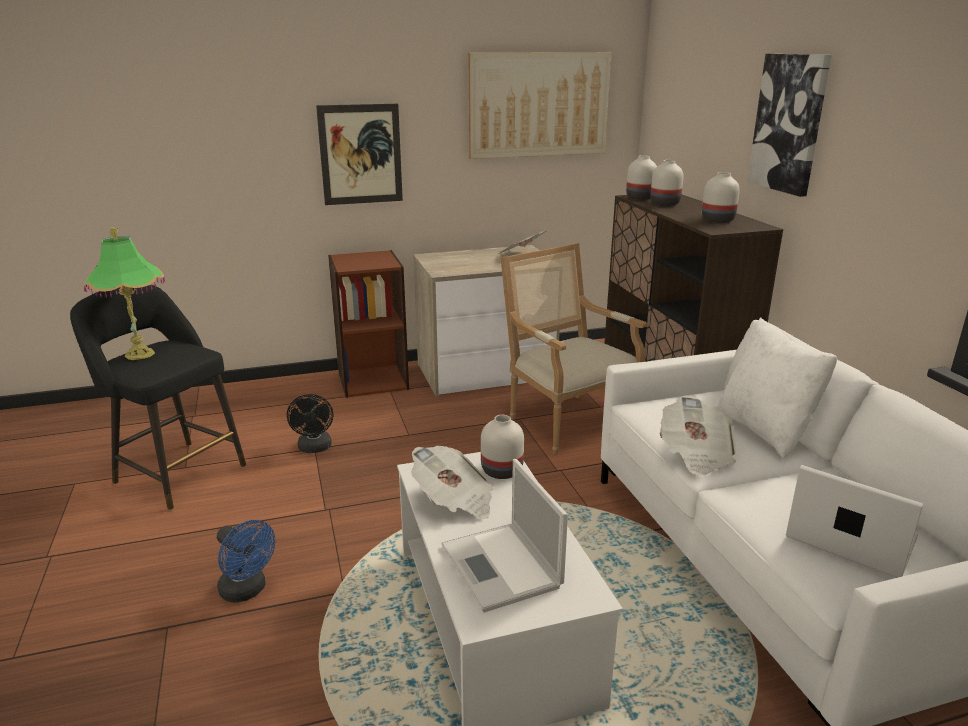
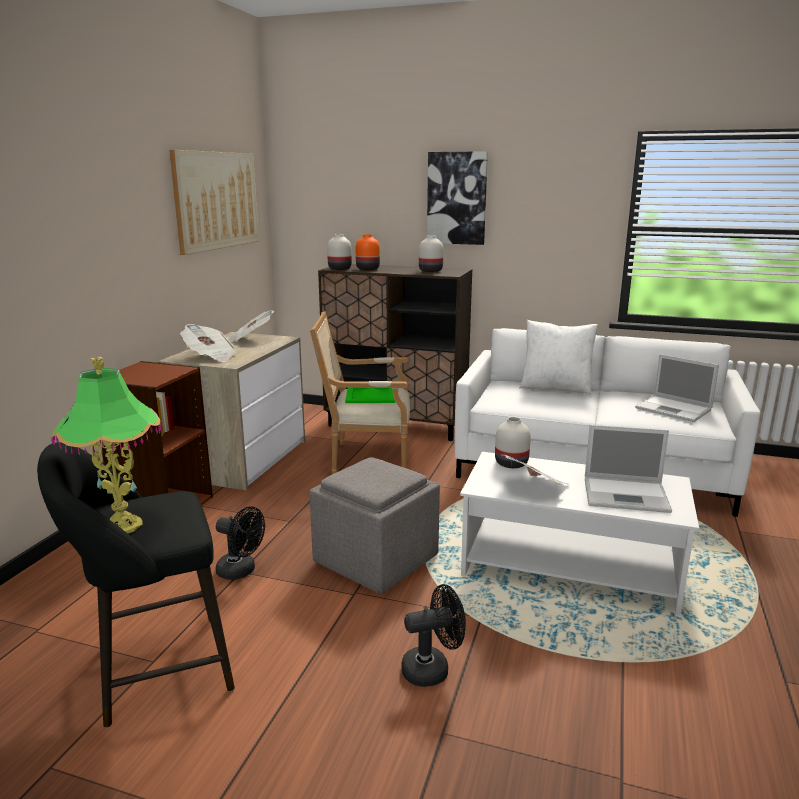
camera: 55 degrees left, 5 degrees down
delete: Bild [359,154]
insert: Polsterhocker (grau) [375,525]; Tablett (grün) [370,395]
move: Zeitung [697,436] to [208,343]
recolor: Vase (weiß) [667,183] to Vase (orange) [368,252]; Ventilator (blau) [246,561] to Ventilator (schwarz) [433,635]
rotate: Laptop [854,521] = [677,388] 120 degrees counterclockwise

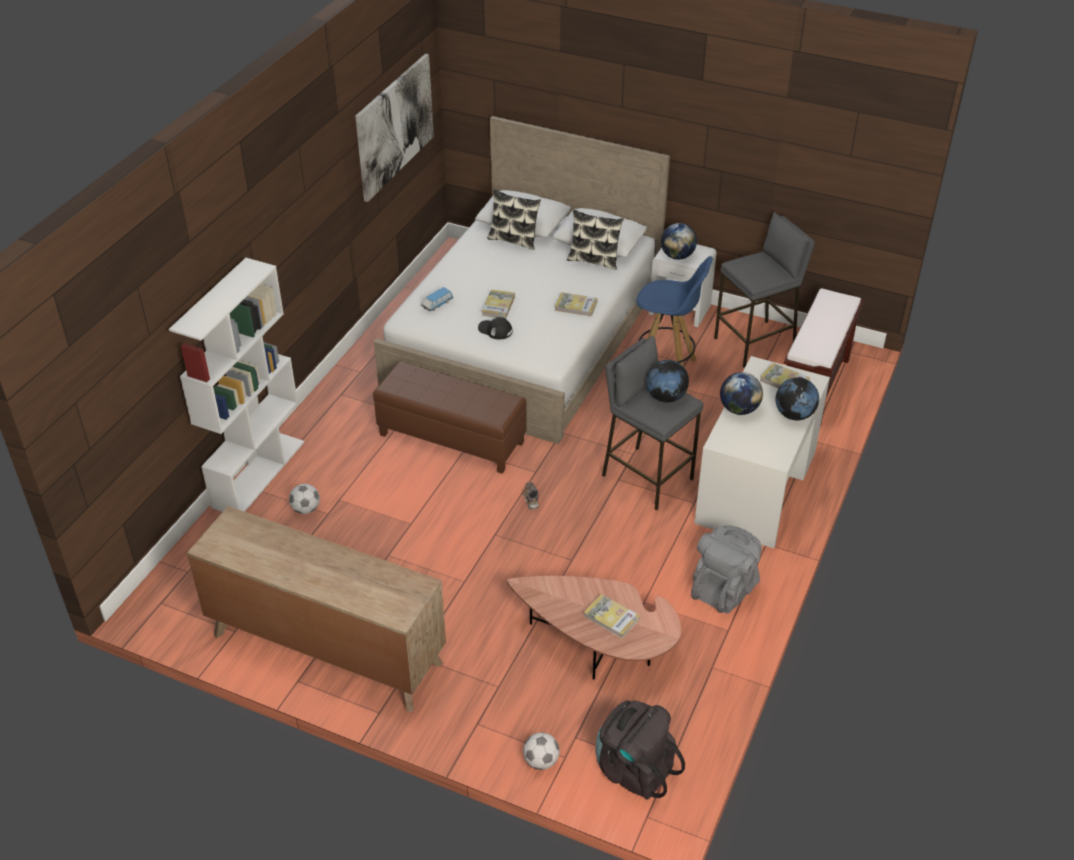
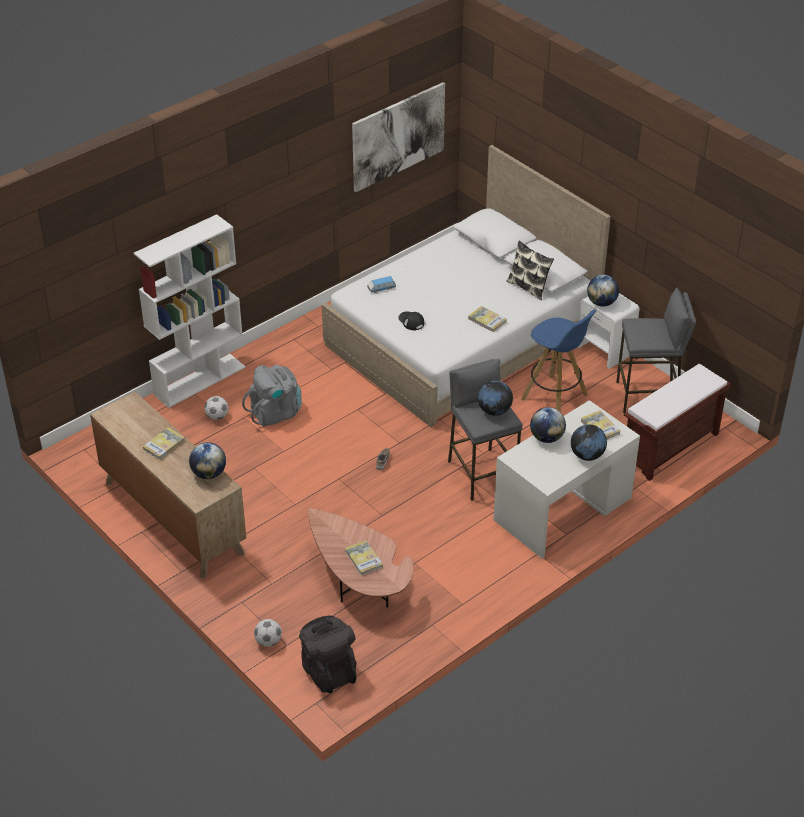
camera: 25 degrees right, 0 degrees up
delete: Polsterhocker (braun) [450,417]; Kissen [514,219]
insert: Globus [207,460]
move: Buch [498,304] to [163,443]; Rucksack (grau) [726,569] to [272,396]

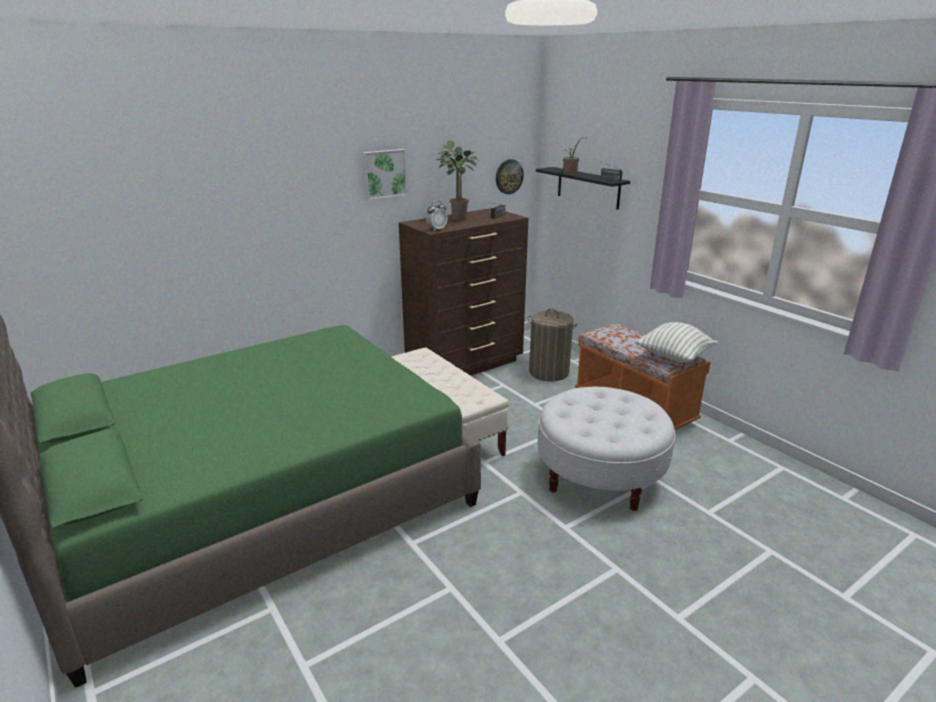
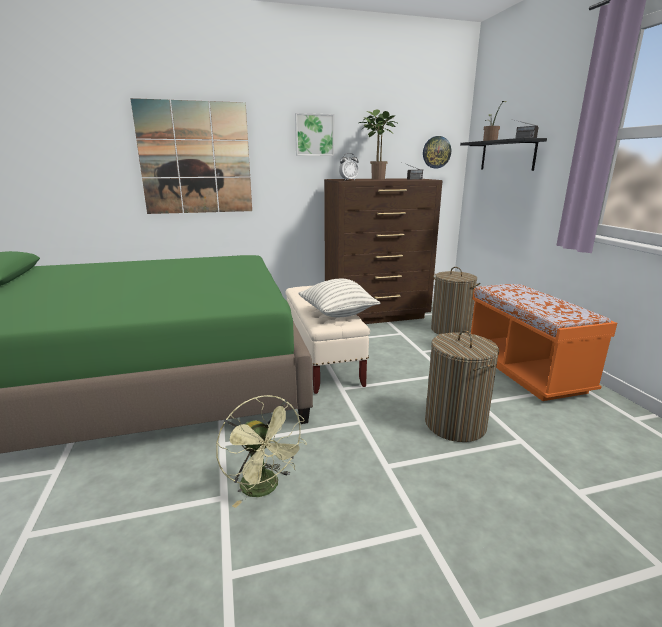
camera: 20 degrees right, 5 degrees down
insert: Bild [191,156]; Ventilator (grün) [261,451]
move: Kissen [676,342] to [339,298]
replace: Polsterhocker (weiß) [606,449] to Wäschekorb [462,386]

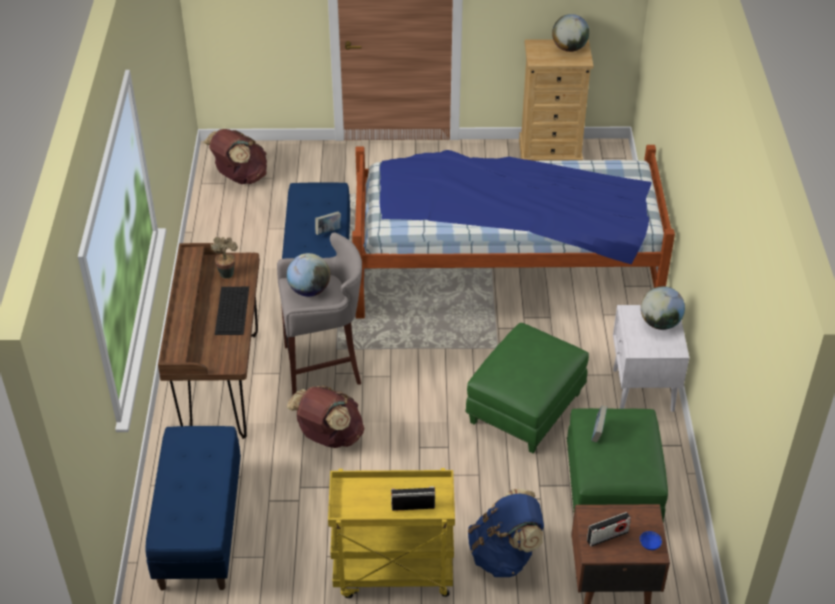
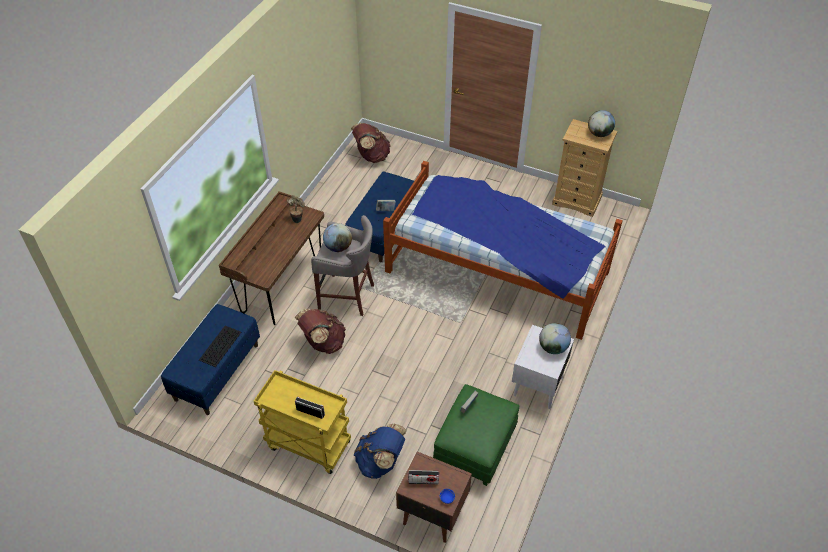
camera: 25 degrees right, 5 degrees up
delete: Polsterhocker (grün) [527,388]
move: Tastatur [232,311] to [220,346]

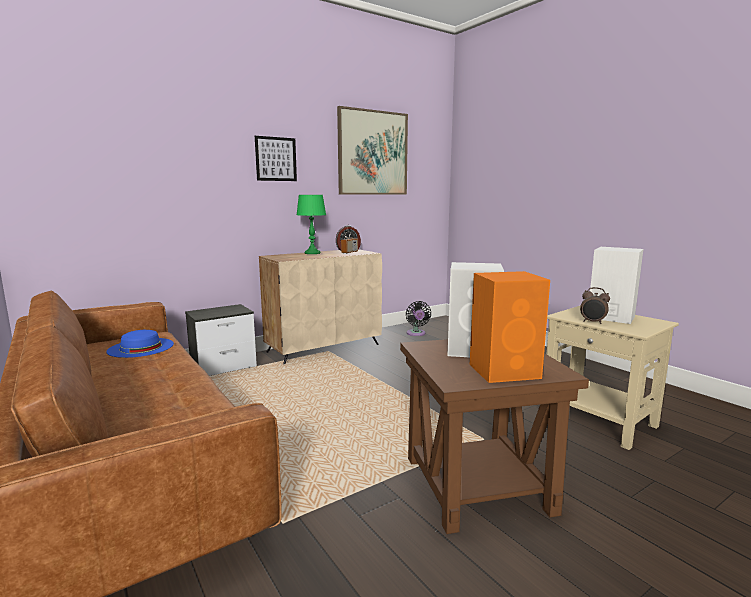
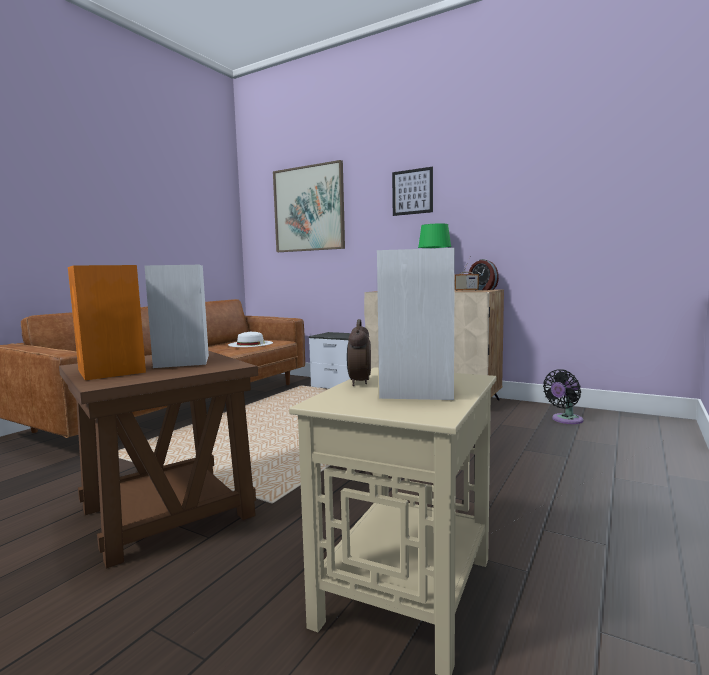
camera: 65 degrees right, 5 degrees down
move: Bild [372,150] to [309,206]
recolor: Hut (blau) [140,344] to Hut (weiß) [250,339]

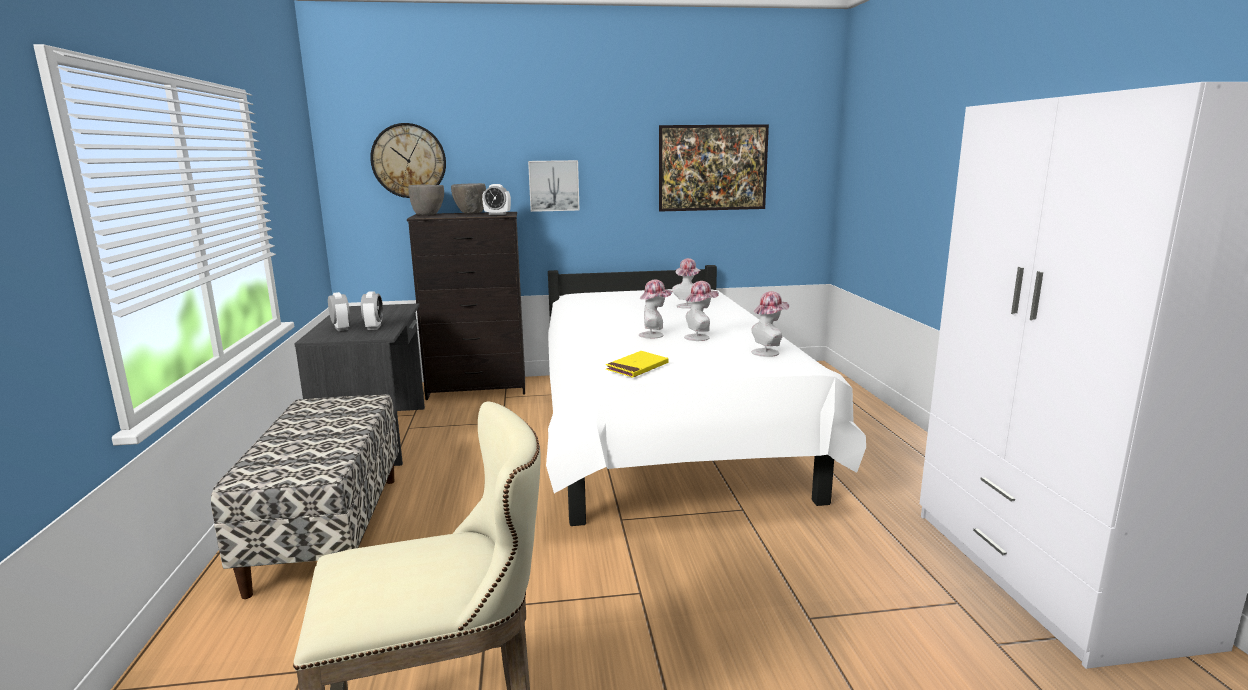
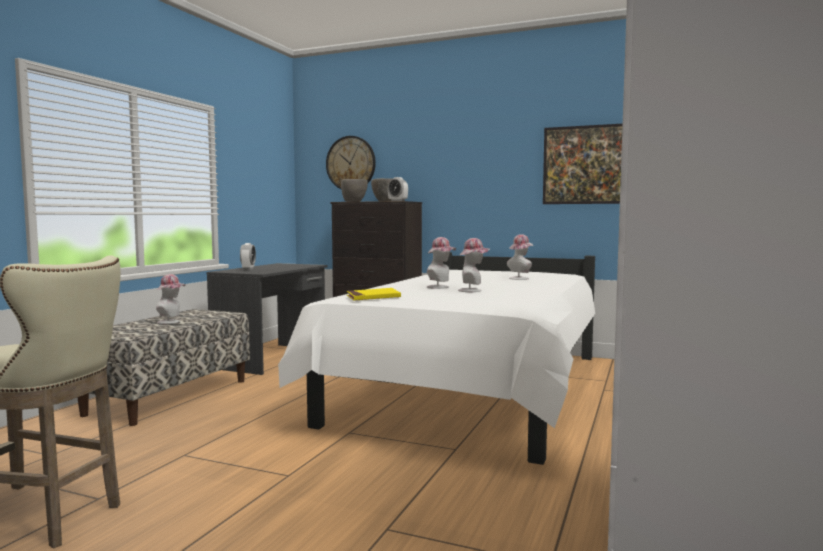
camera: 30 degrees right, 10 degrees down
delete: Wecker [372,310]; Bild [554,186]
move: Hut [770,324] to [171,299]

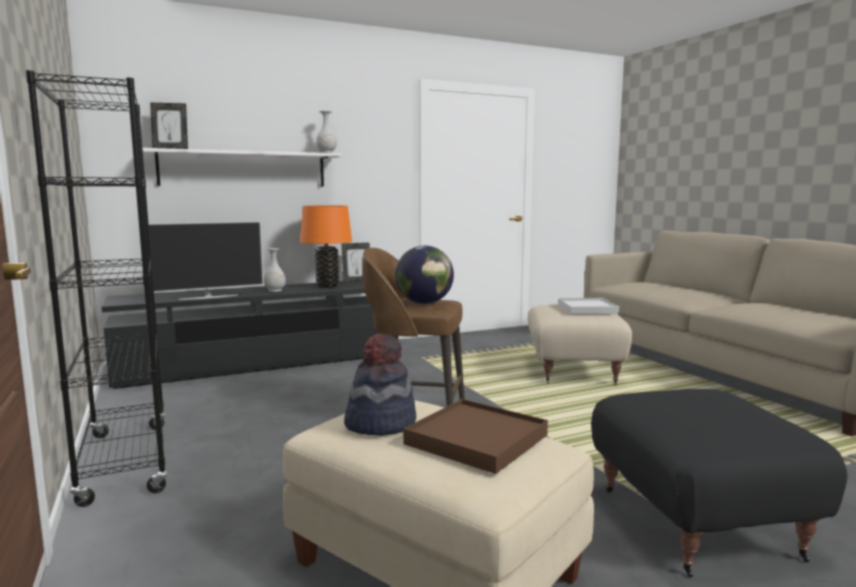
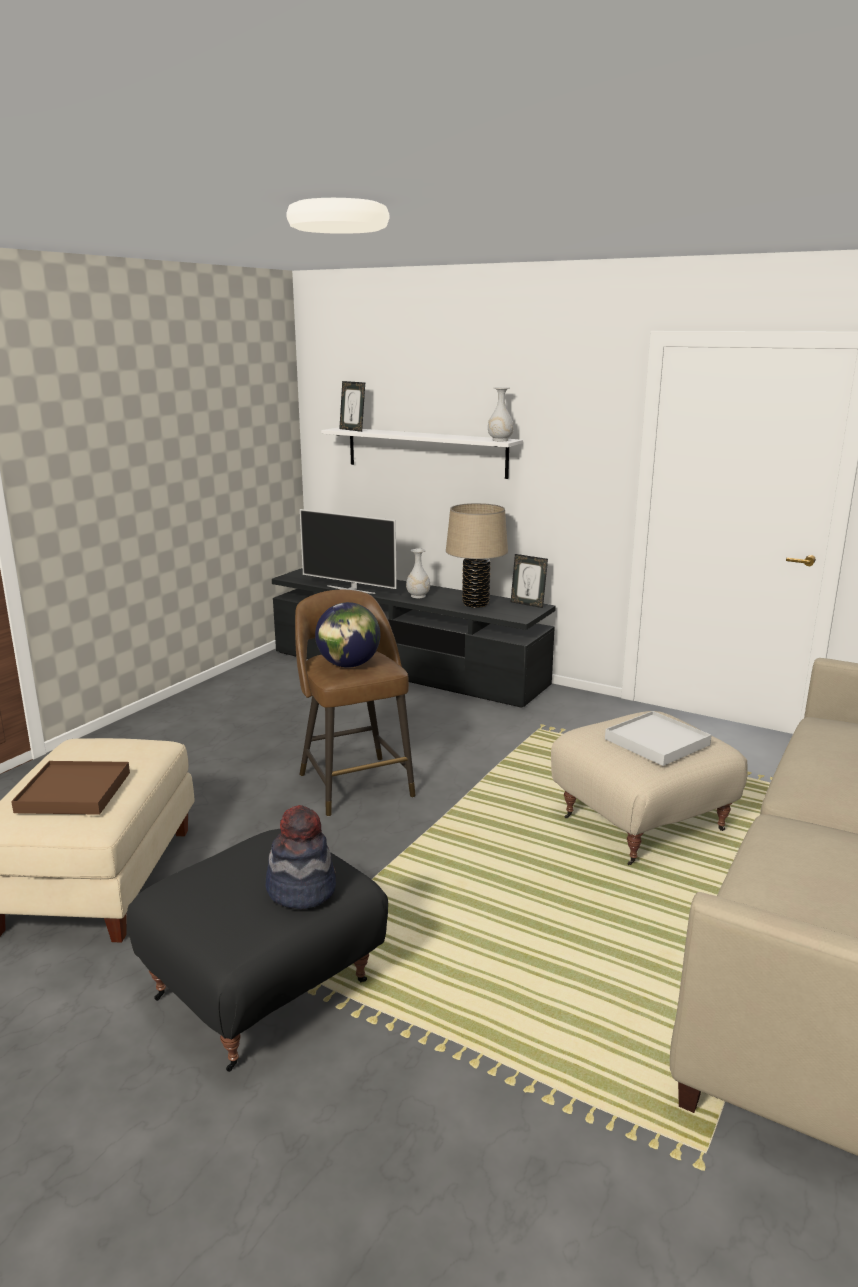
camera: 55 degrees right, 10 degrees up
delete: Bücherregal (schwarz) [97,288]
move: Hut [380,384] to [301,857]
recolor: Tischlampe (orange) [326,246] to Tischlampe (beige) [477,555]

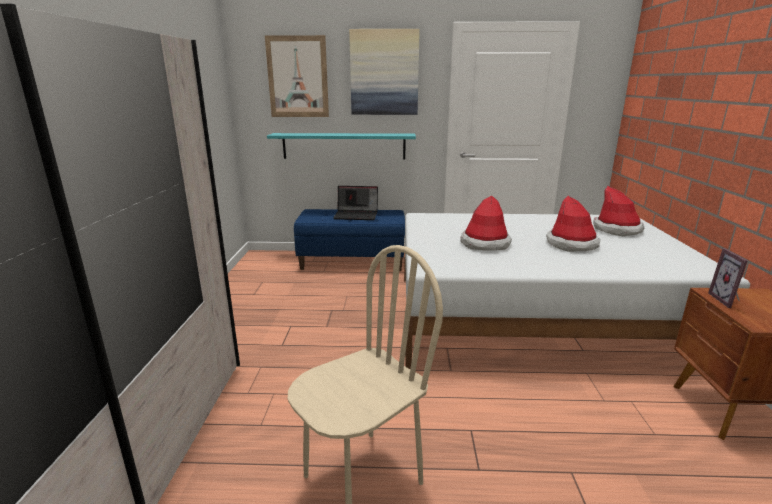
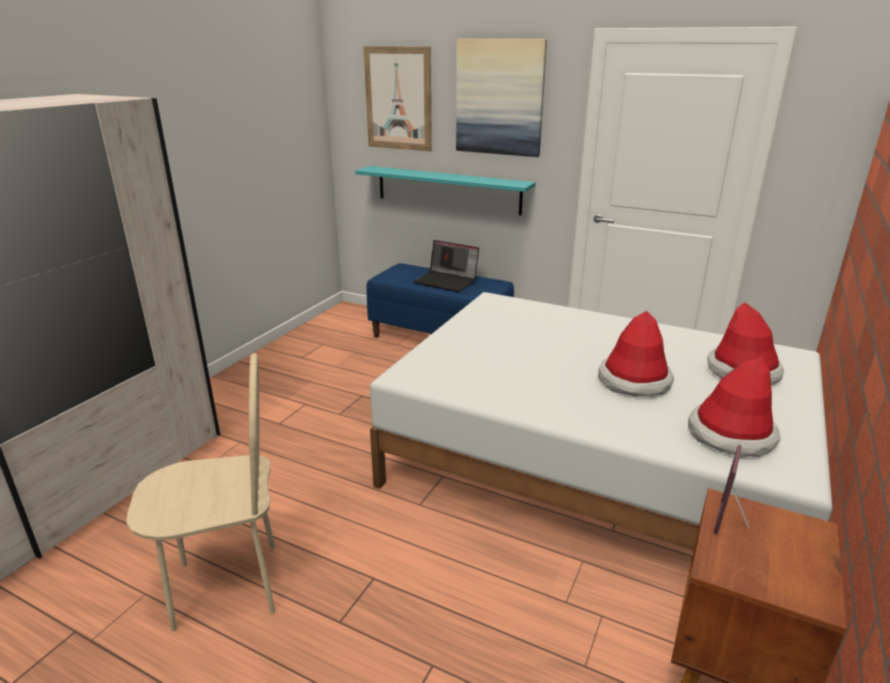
camera: 25 degrees right, 5 degrees up
move: Hut [486,223] to [734,407]

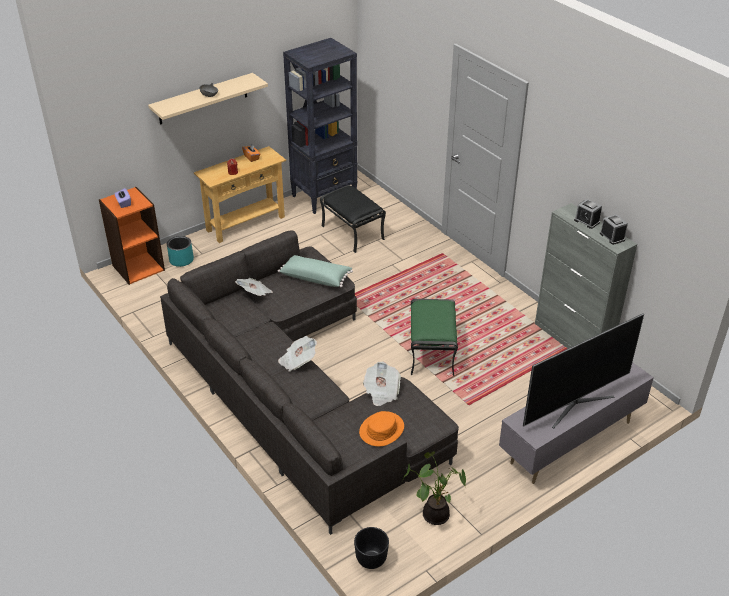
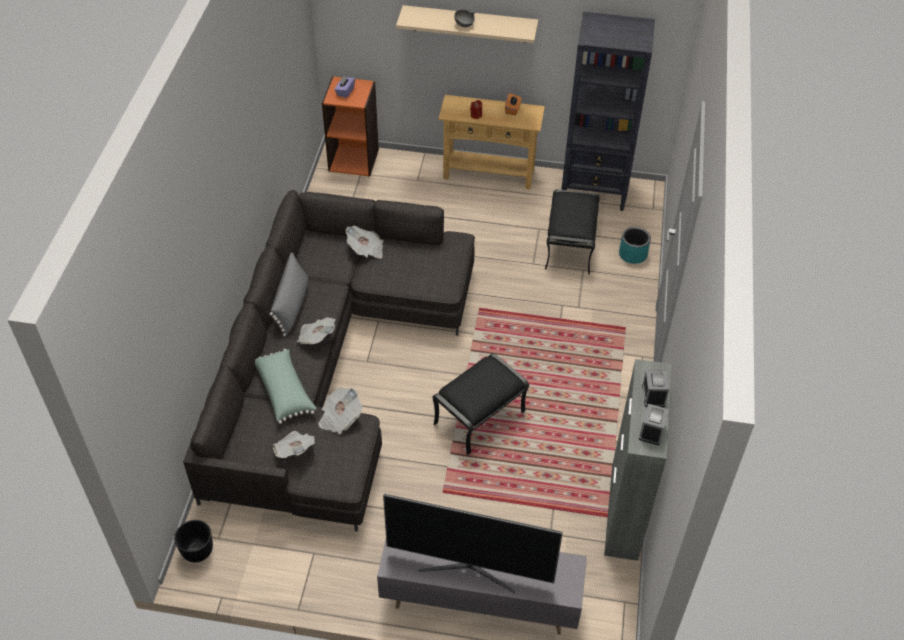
camera: 45 degrees right, 10 degrees up
delete: Topfpflanze [434,488]
insert: Kissen (grau) [289,294]
move: Kissen (grün) [315,271] to [286,386]; Pflanzkübel (türkis) [180,251] to [635,245]
replace: Hut (orange) [381,429] to Zeitung [294,444]
recolor: Polsterhocker (grün) [434,337] to Polsterhocker (schwarz) [481,404]

